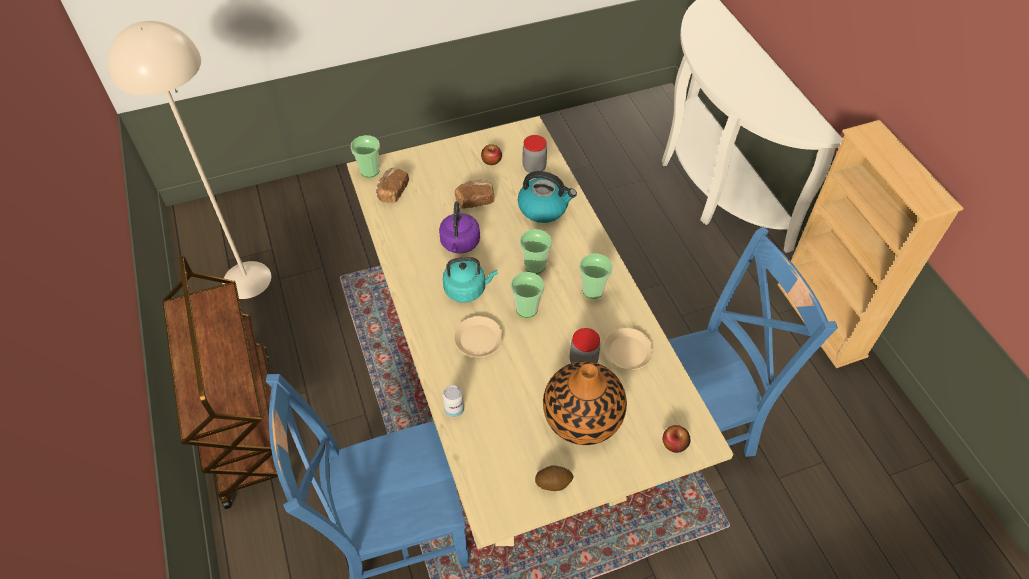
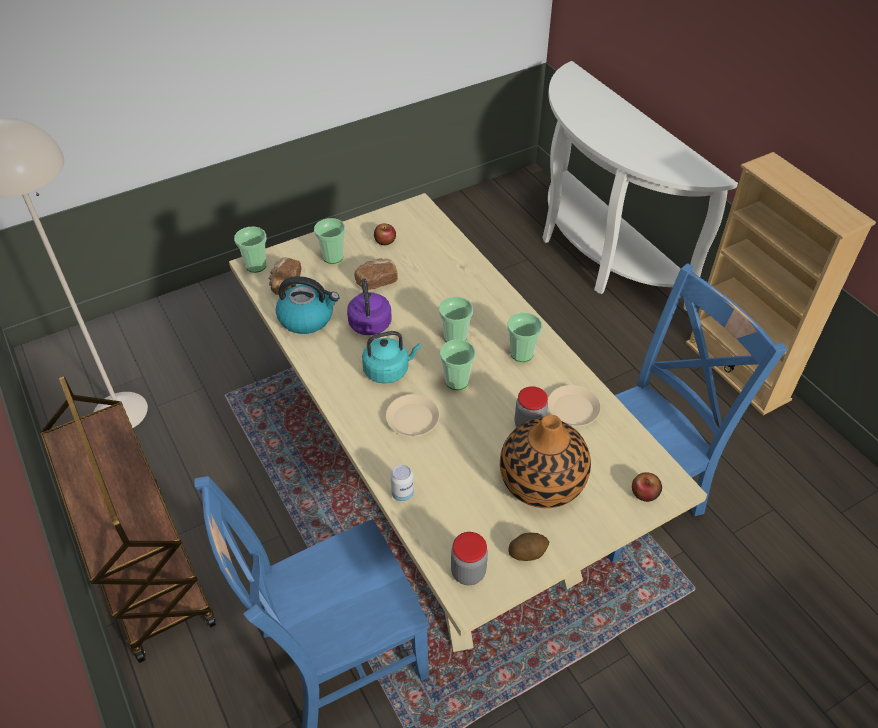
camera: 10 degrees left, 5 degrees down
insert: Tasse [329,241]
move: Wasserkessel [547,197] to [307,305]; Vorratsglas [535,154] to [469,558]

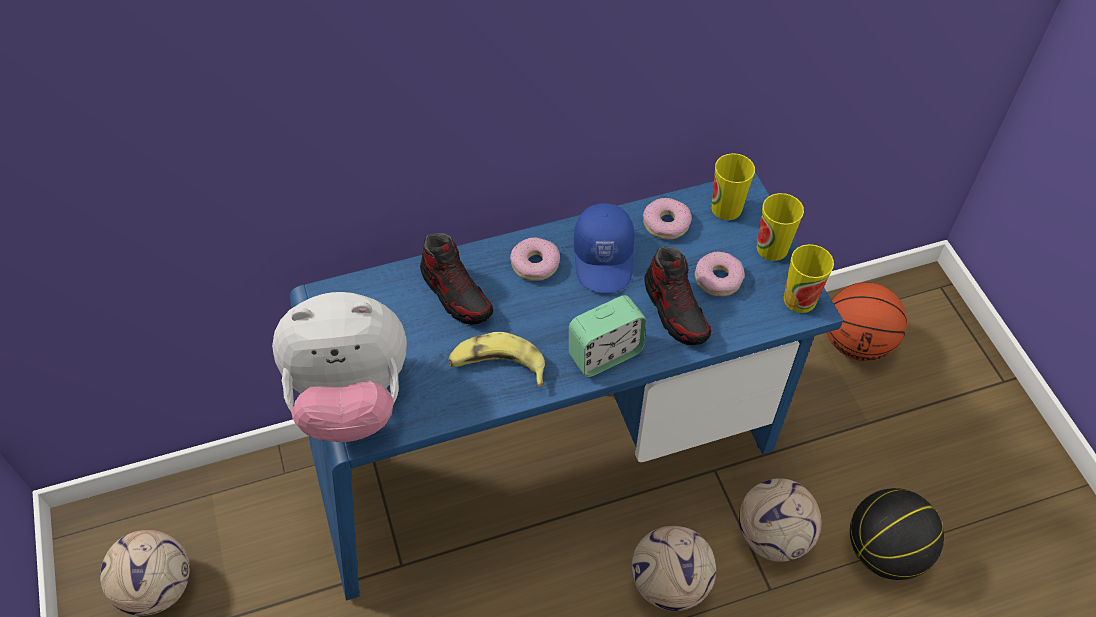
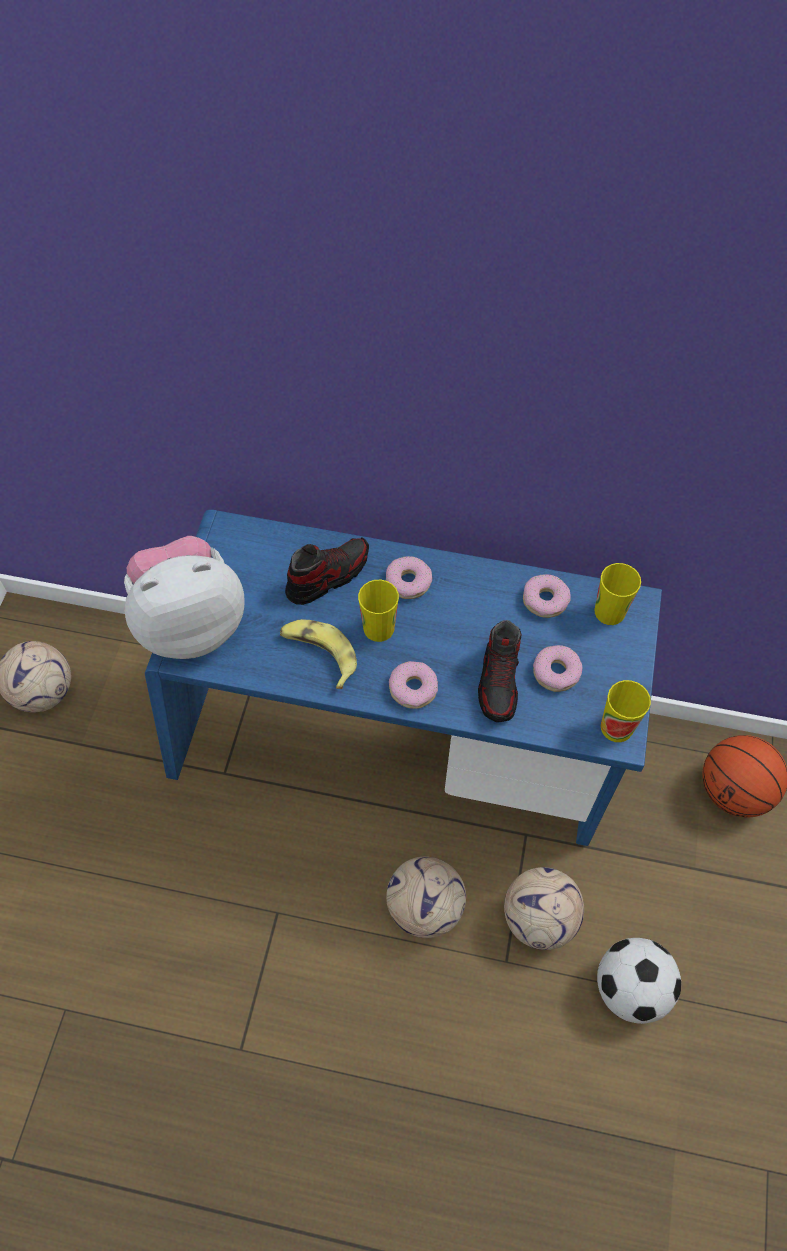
camera: 30 degrees right, 5 degrees up
delete: Kappe (blau) [604,248]
move: Tasse [780,227] to [378,611]
replace: Wecker [607,336] to Donut [413,685]; Basketball [897,534] to Fußball [639,981]
rotate: Plüschtier [339,367] = [184,597] 135 degrees clockwise; Schuh [456,279] = [327,571] 120 degrees counterclockwise

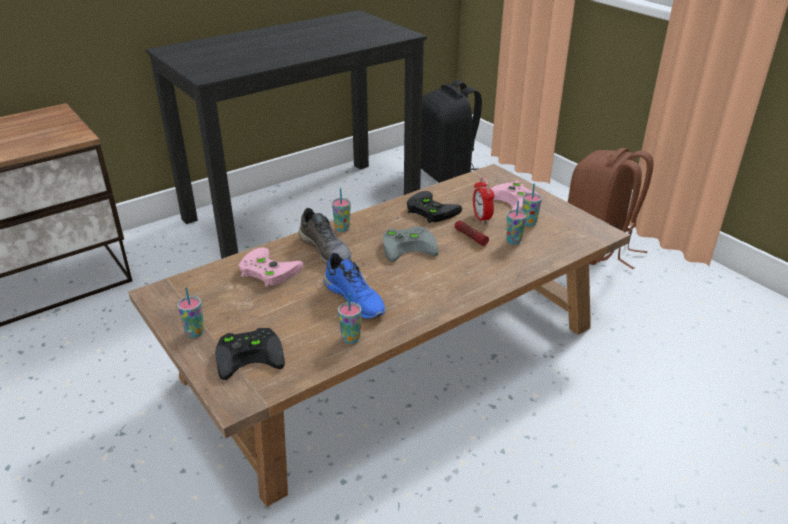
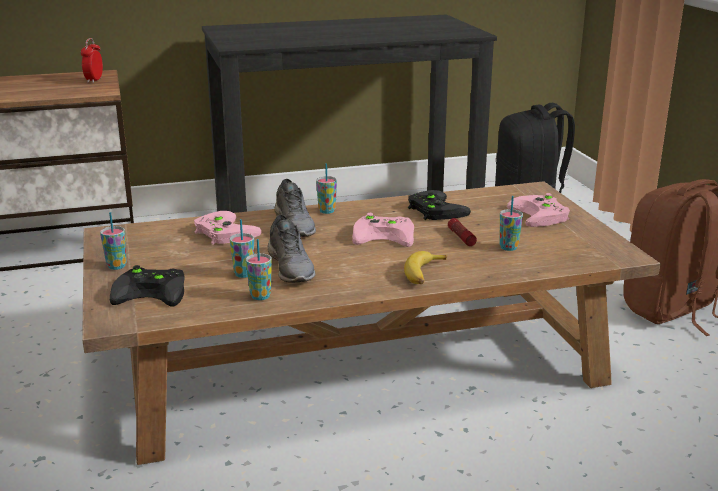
camera: 20 degrees right, 10 degrees down
insert: Banane [425,267]
move: Wecker [483,200] to [92,60]; Tasse [532,205] to [242,248]
recolor: Schuh (blau) [354,286] to Schuh (grau) [291,248]; Gamepad (grau) [411,244] to Gamepad (rosa) [383,230]

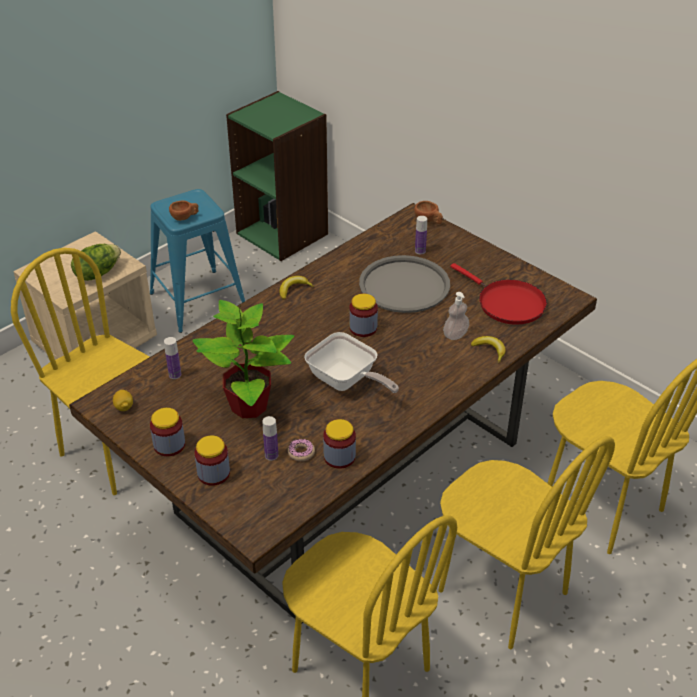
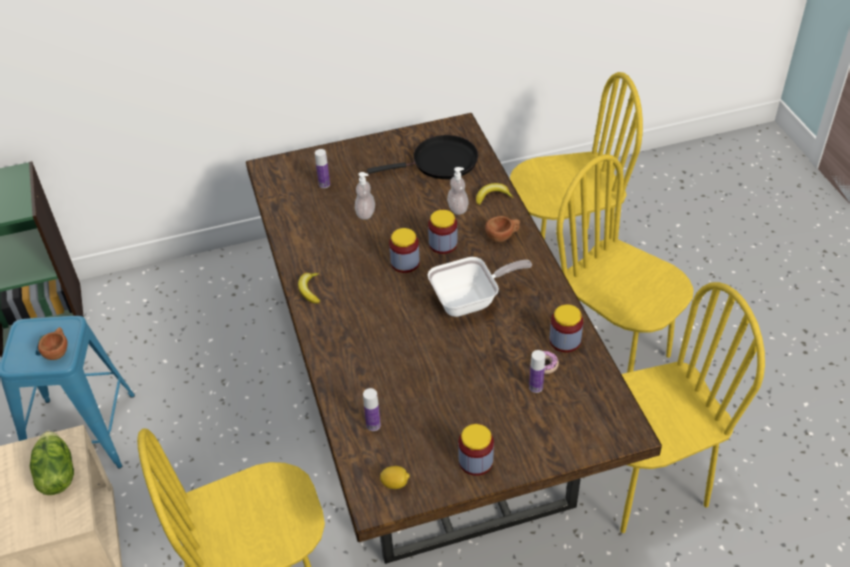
camera: 60 degrees left, 5 degrees up
delete: Topfpflanze [243,359]
move: Vorratsglas [212,460] to [443,232]; Tasse (braun) [428,212] to [502,229]
replace: Tablett (grau) [404,284] to Seifenspender [365,196]
recolor: Pfanne (rot) [498,294] to Pfanne (schwarz) [422,157]
rotate: Stuhl (gelb) [526,542] = [625,263] 120 degrees counterclockwise

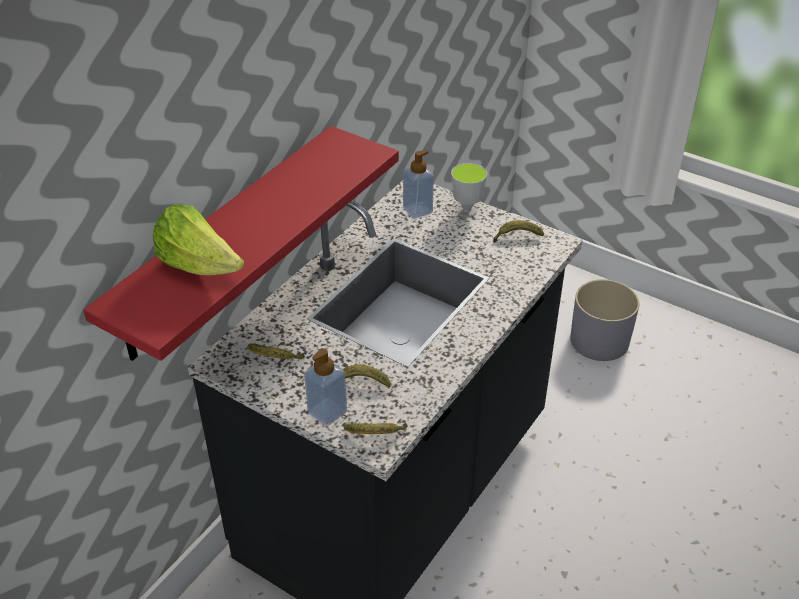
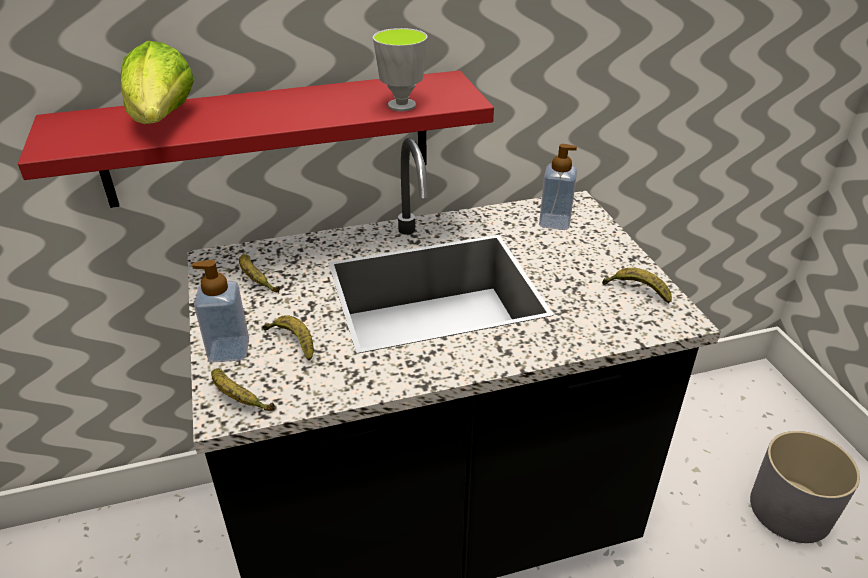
camera: 40 degrees right, 5 degrees down
move: Tasse [469,190] to [400,69]

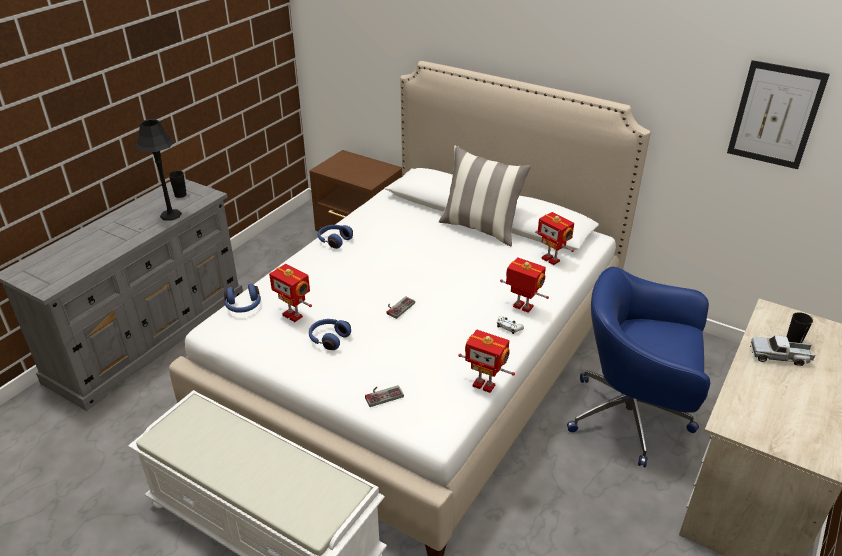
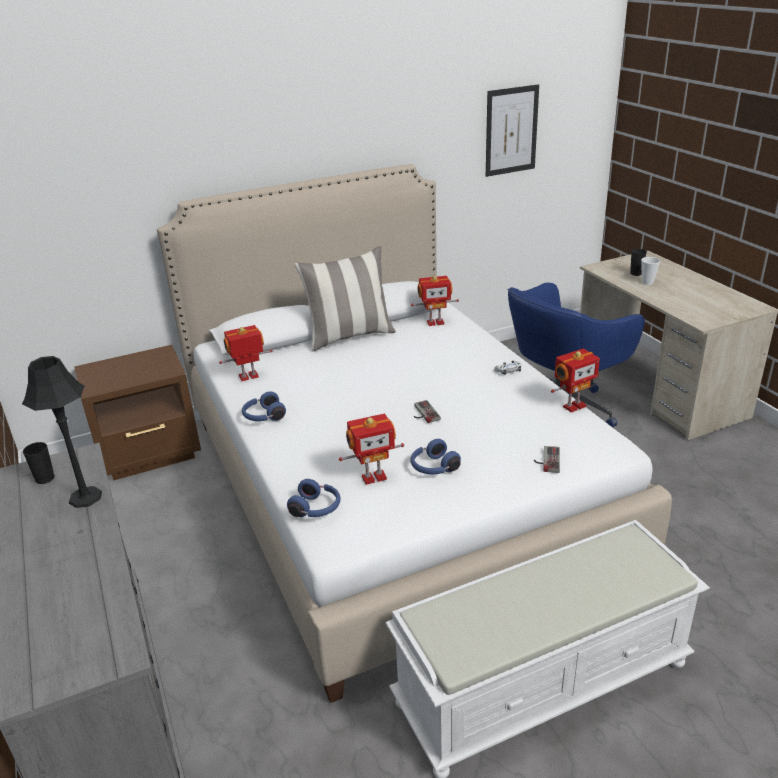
camera: 55 degrees left, 5 degrees down
move: Spielzeugroboter [524,285] to [246,353]
replace: Spielzeuglaster [782,350] to Tasse [650,271]

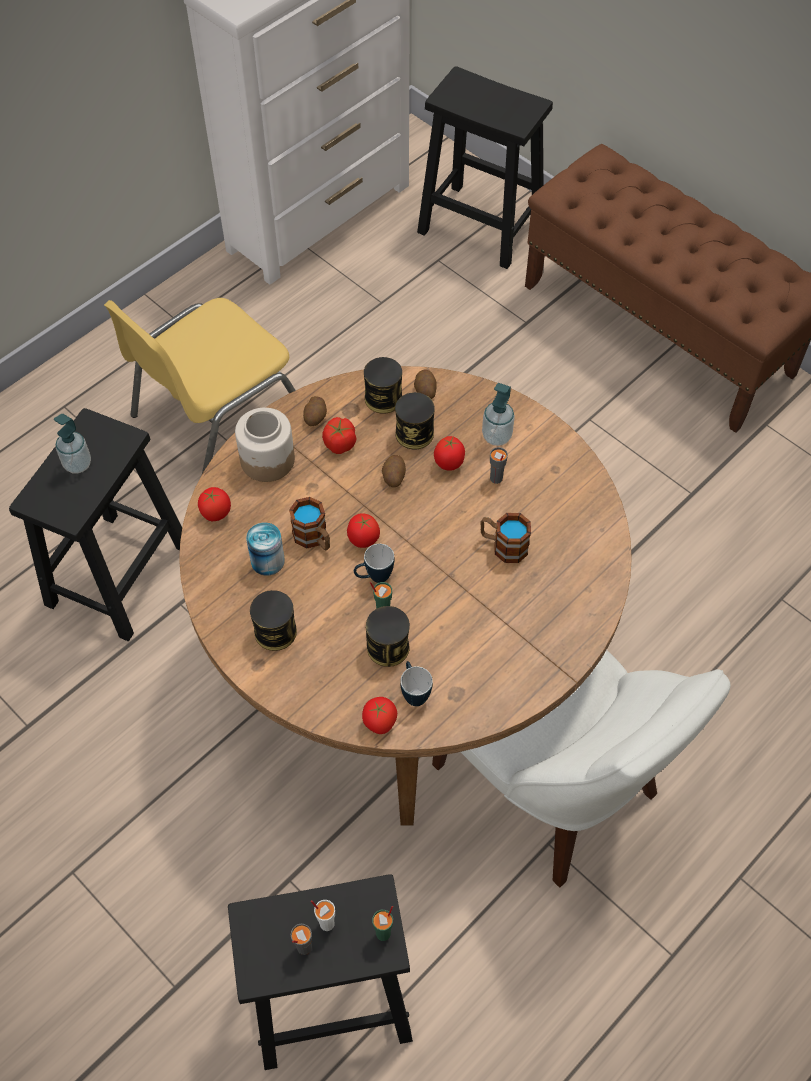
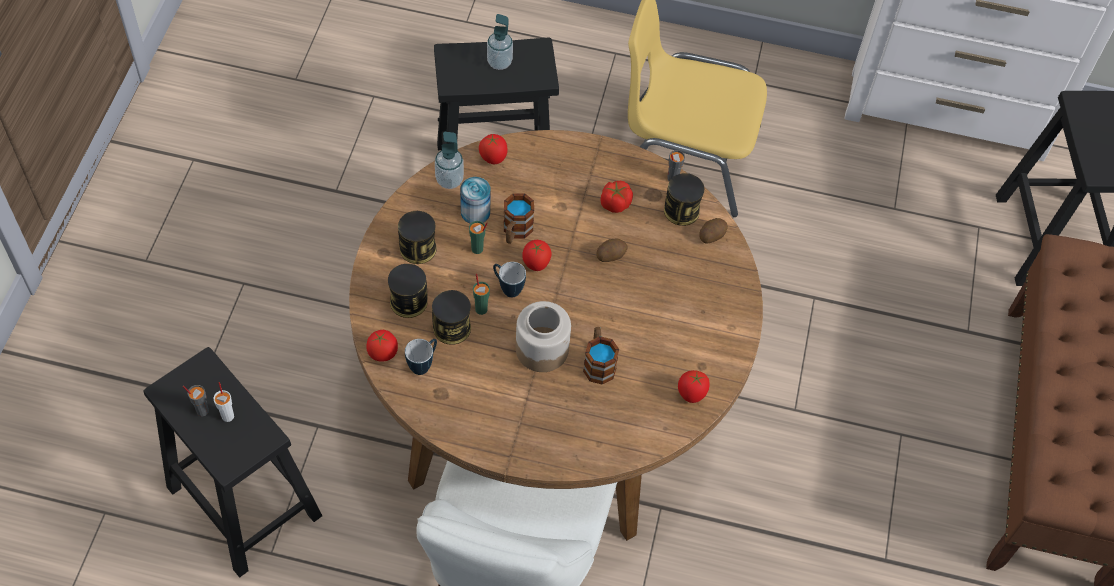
camera: 55 degrees right, 0 degrees up
delete: Kartoffel [315,411]
move: Dose [415,420] to [408,291]; Seifenspender [498,414] to [449,160]; Tasse (grün) [382,923] to [478,237]; Vorratsglas [265,445] to [543,336]; Tasse (grau) [499,465] to [676,165]; Tomate [449,453] to [694,386]

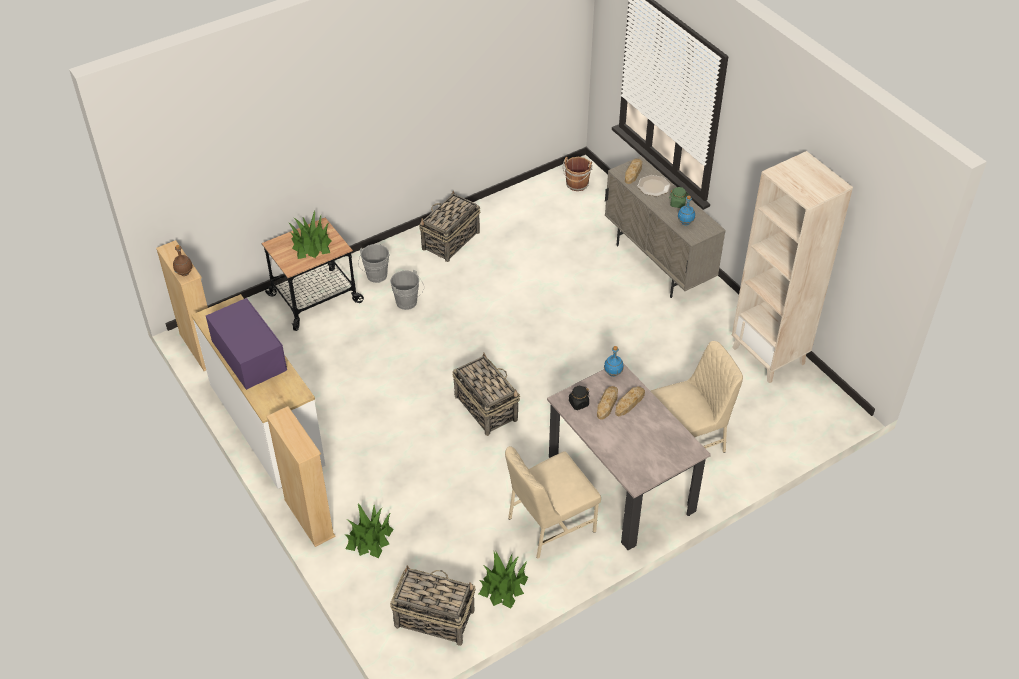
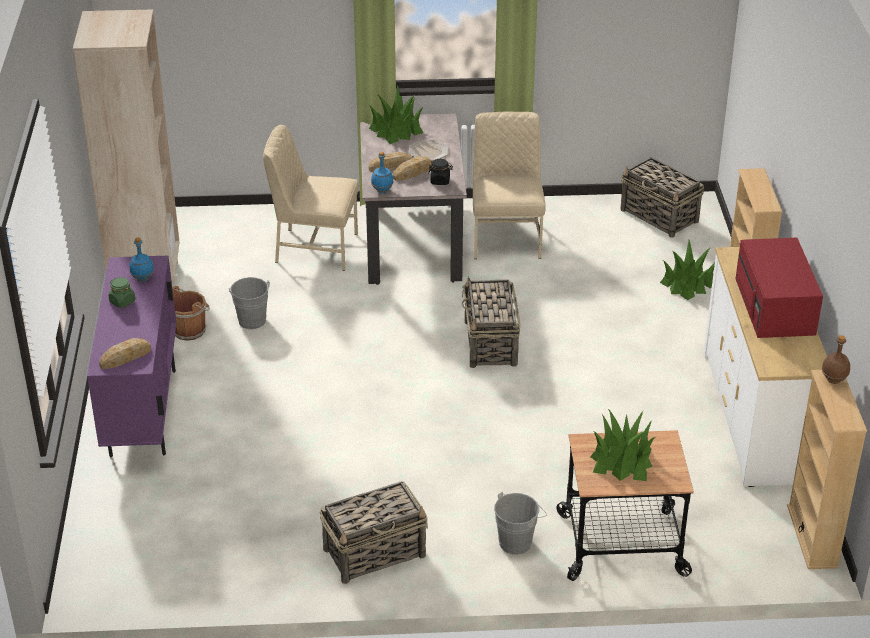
camera: 150 degrees left, 10 degrees down
move: Eimer (braun) [577,174] to [191,313]; Eimer (grau) [407,289] to [249,303]; Topfpflanze [503,580] to [396,114]; Teller [654,185] to [429,150]
recolor: Schrank (beige) [665,227] to Schrank (lila) [132,356]; Mikrowelle (lila) [246,344] to Mikrowelle (rot) [779,287]
rotate: Stuhl (beige) [553,502] = [509,185] 90 degrees counterclockwise

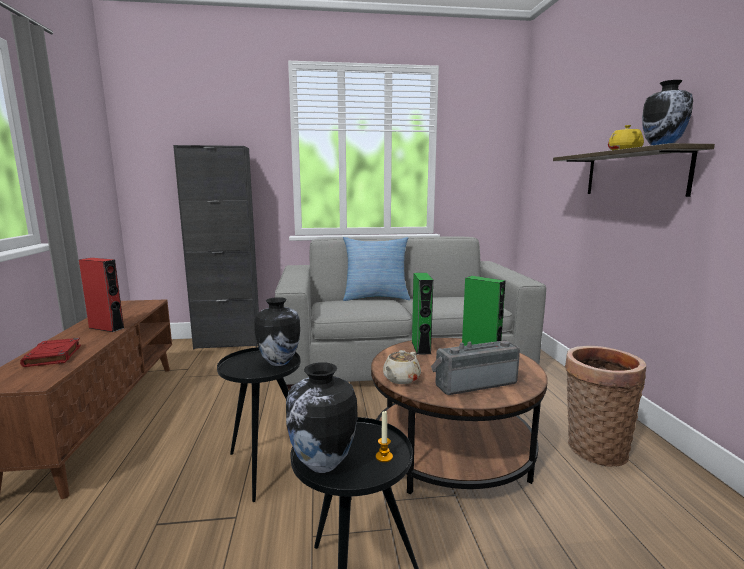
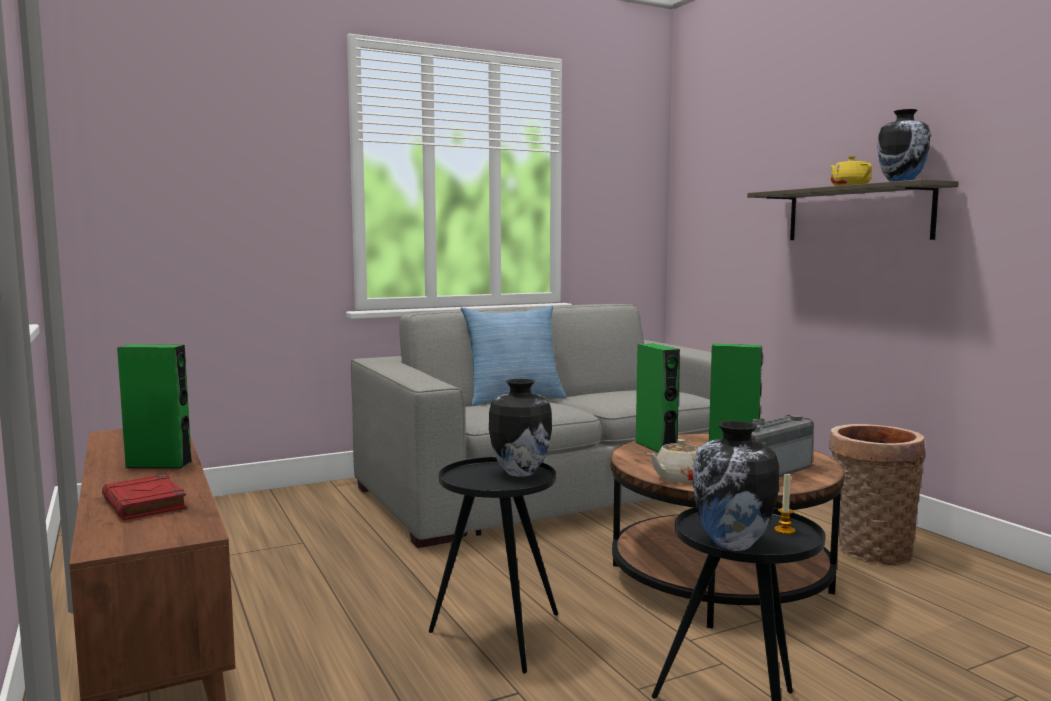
camera: 20 degrees left, 5 degrees down
delete: Schrank (schwarz) [216,247]
recolor: Lautsprecher (rot) [101,295] to Lautsprecher (grün) [154,407]
rotate: Teekanne (beige) [402,367] = [673,461] 45 degrees clockwise

